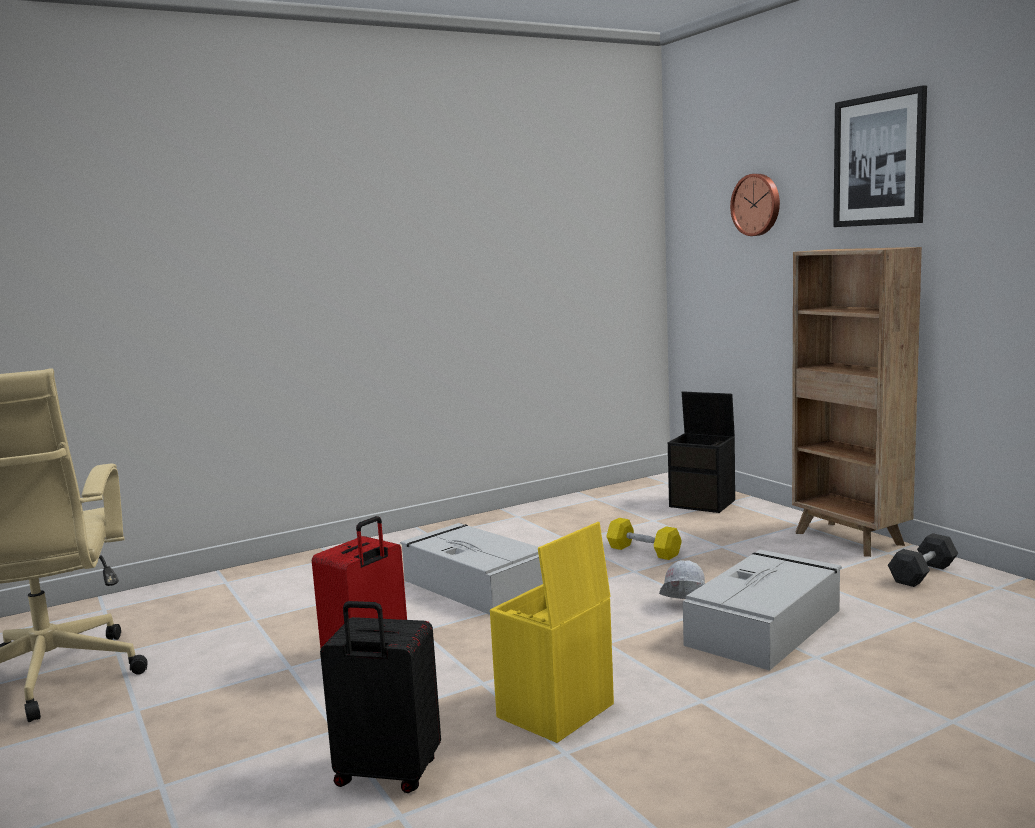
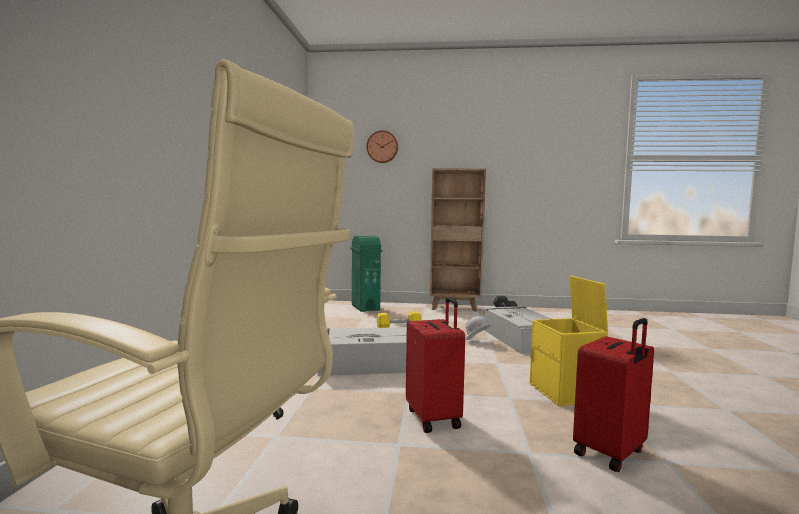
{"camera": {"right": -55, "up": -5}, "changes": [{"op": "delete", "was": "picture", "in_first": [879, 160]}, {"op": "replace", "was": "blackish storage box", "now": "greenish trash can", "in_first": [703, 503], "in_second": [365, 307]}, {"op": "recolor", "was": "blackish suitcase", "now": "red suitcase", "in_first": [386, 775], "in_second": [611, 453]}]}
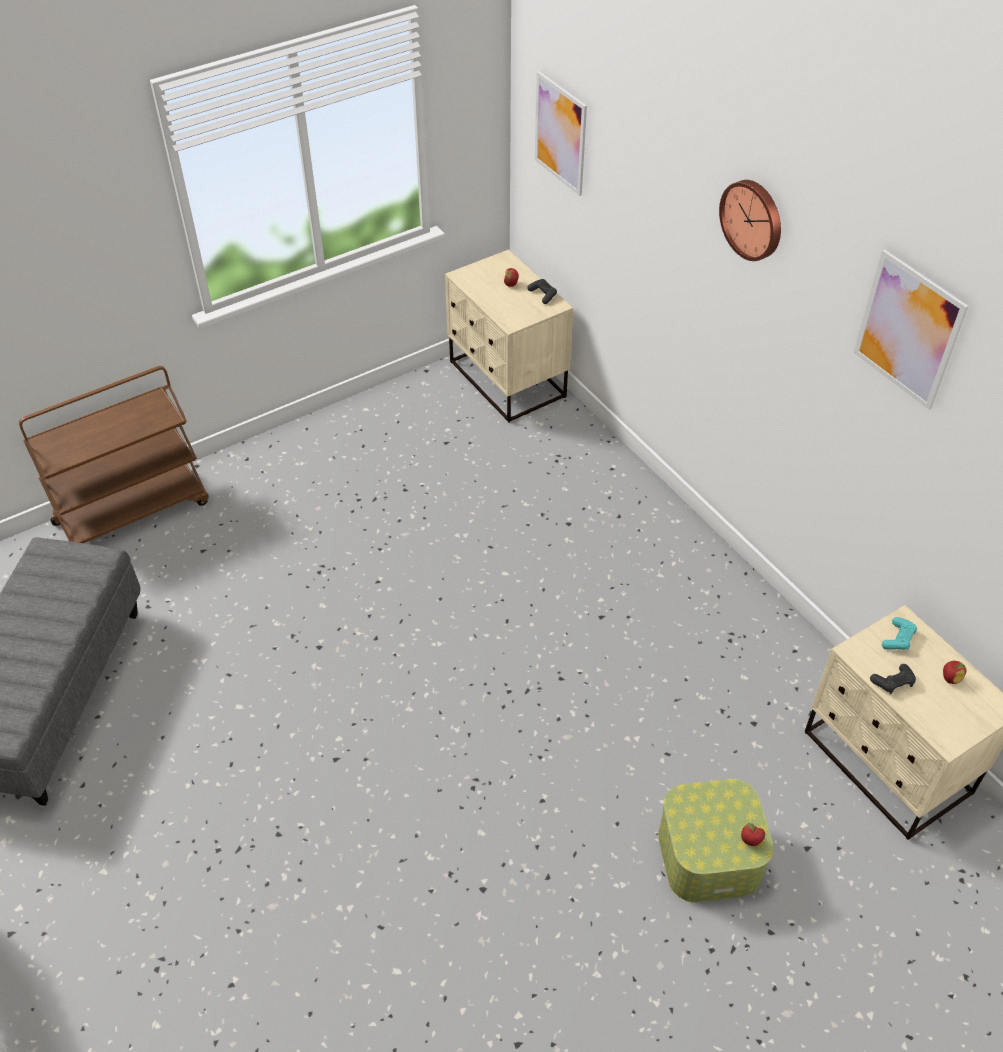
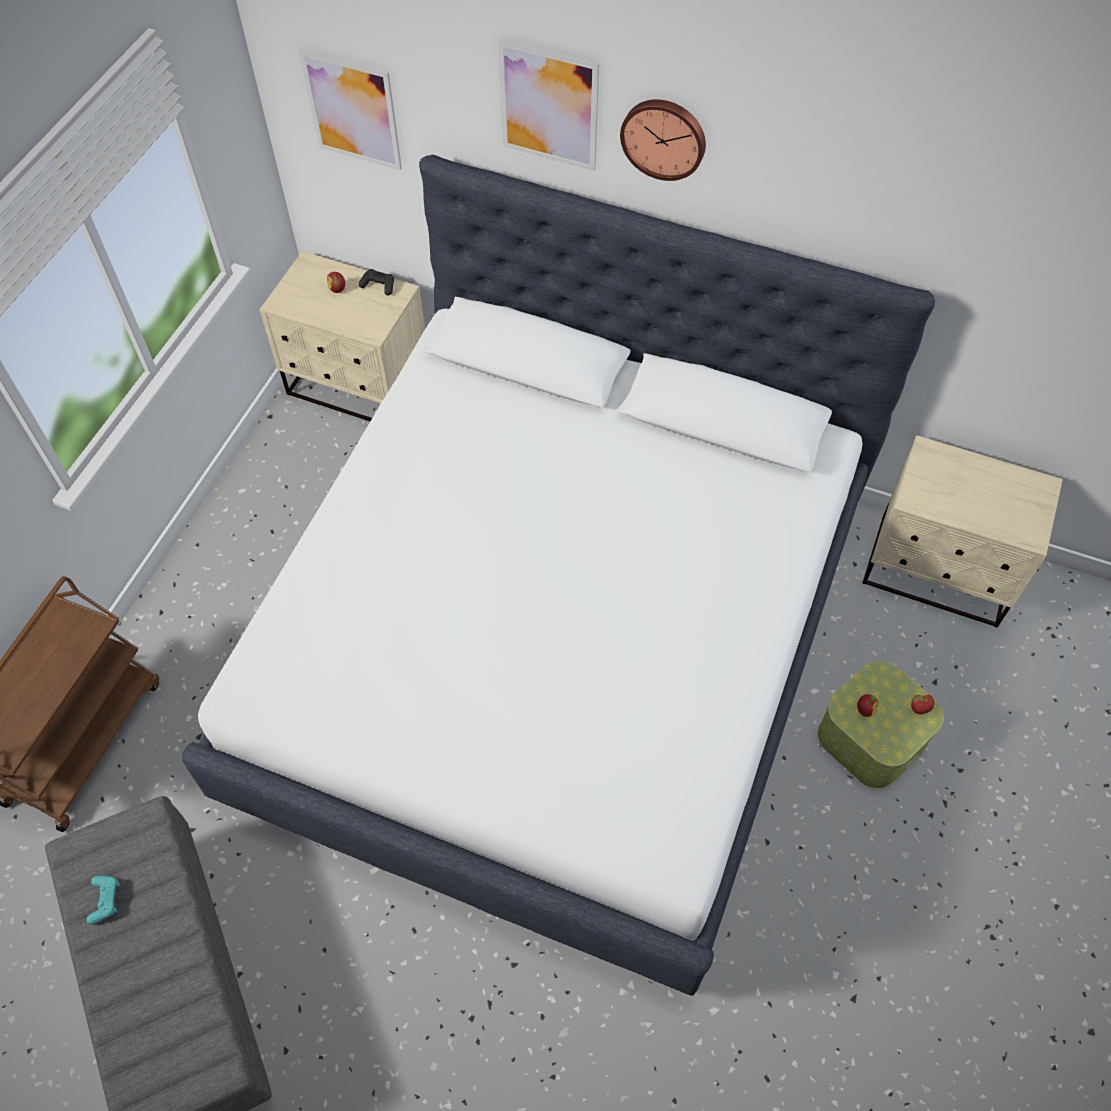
{"camera": {"right": -35, "up": 10}, "changes": [{"op": "move", "was": "picture", "in_first": [908, 330], "in_second": [549, 106]}, {"op": "move", "was": "turquoise joypad", "in_first": [898, 639], "in_second": [105, 900]}, {"op": "move", "was": "apple", "in_first": [950, 678], "in_second": [864, 710]}, {"op": "delete", "was": "blackish joypad", "in_first": [893, 682]}, {"op": "insert", "now": "whitish sleeping bed", "in_second": [556, 642]}]}
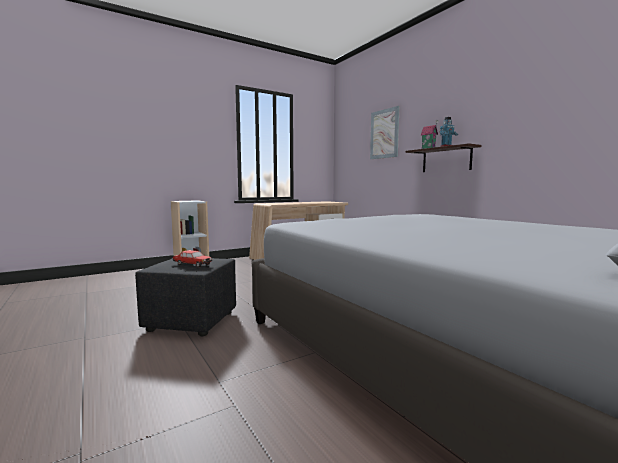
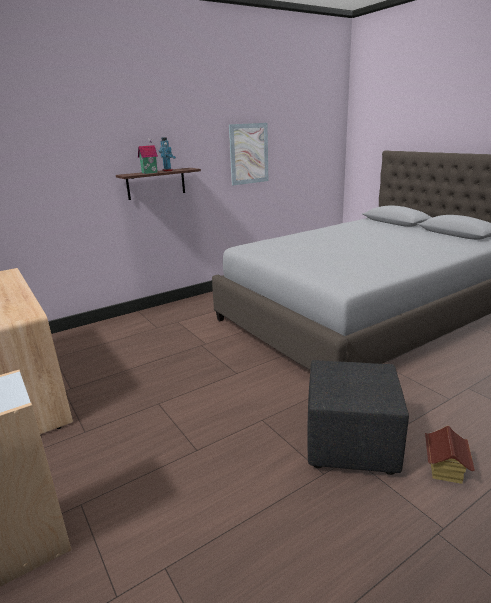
{"camera": {"right": -90, "up": 15}, "changes": [{"op": "move", "was": "picture", "in_first": [384, 134], "in_second": [249, 154]}, {"op": "delete", "was": "toy car", "in_first": [192, 264]}, {"op": "insert", "now": "toy house", "in_second": [444, 469]}]}
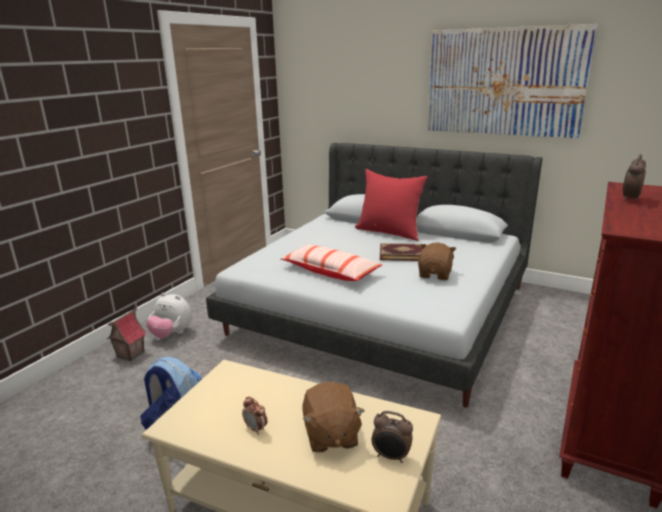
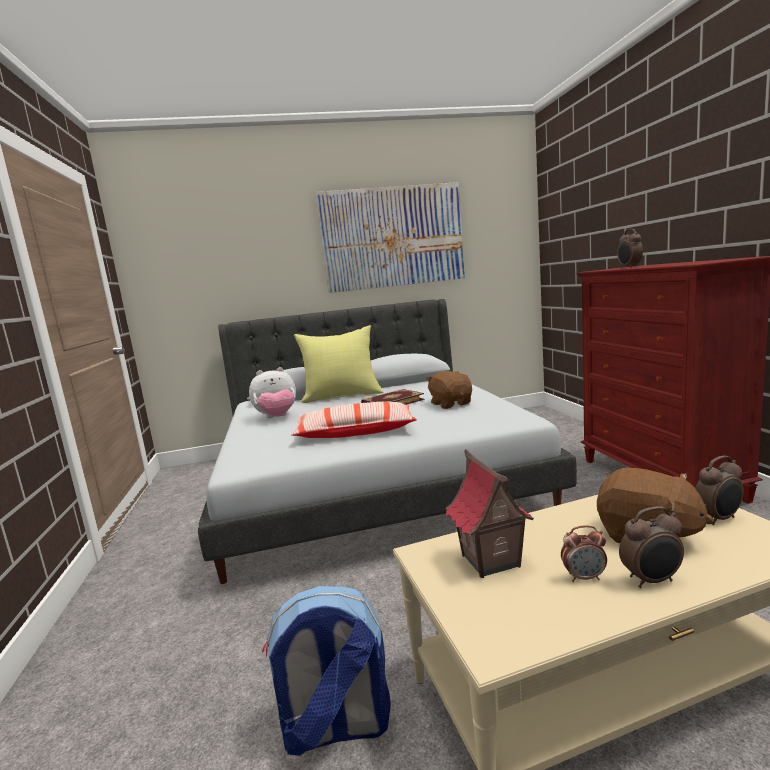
{"camera": {"right": -40, "up": -10}, "changes": [{"op": "recolor", "was": "red throw pillow", "now": "yellow throw pillow", "in_first": [389, 232], "in_second": [342, 396]}, {"op": "move", "was": "soft toy", "in_first": [172, 334], "in_second": [277, 417]}, {"op": "move", "was": "toy house", "in_first": [130, 354], "in_second": [490, 561]}, {"op": "insert", "now": "table clock", "in_second": [652, 580]}]}
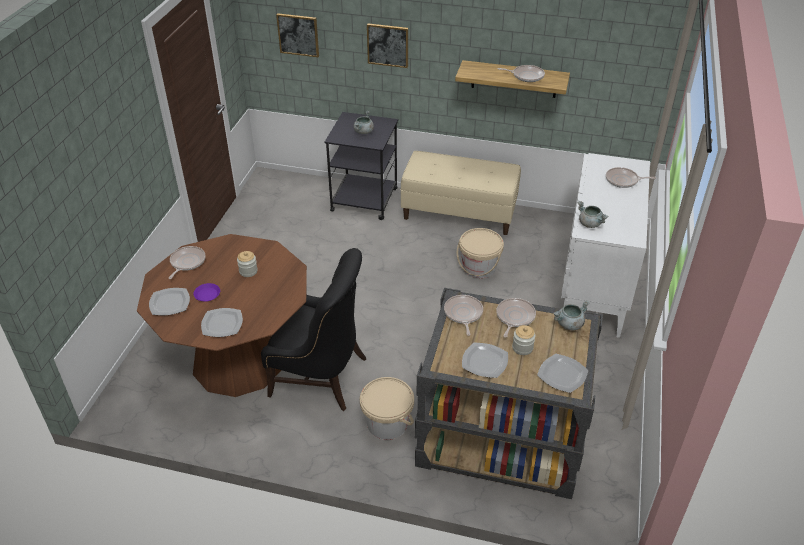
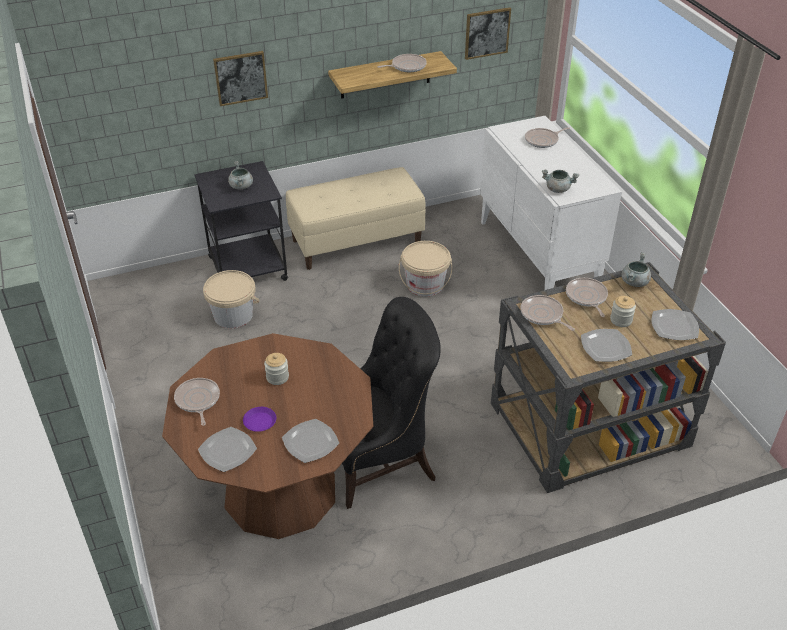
{"camera": {"right": -35, "up": 0}, "changes": [{"op": "move", "was": "picture", "in_first": [298, 34], "in_second": [487, 33]}, {"op": "move", "was": "beige-coloured pail", "in_first": [387, 423], "in_second": [233, 315]}]}
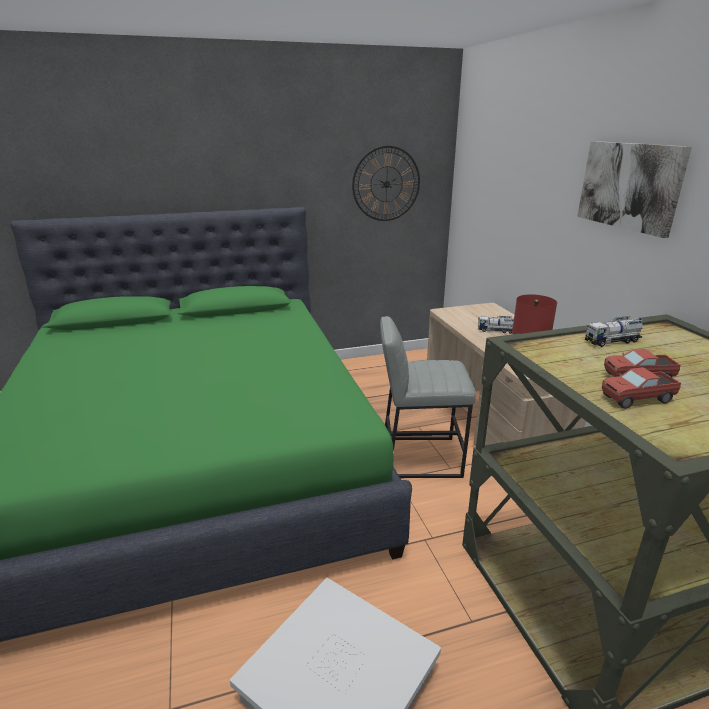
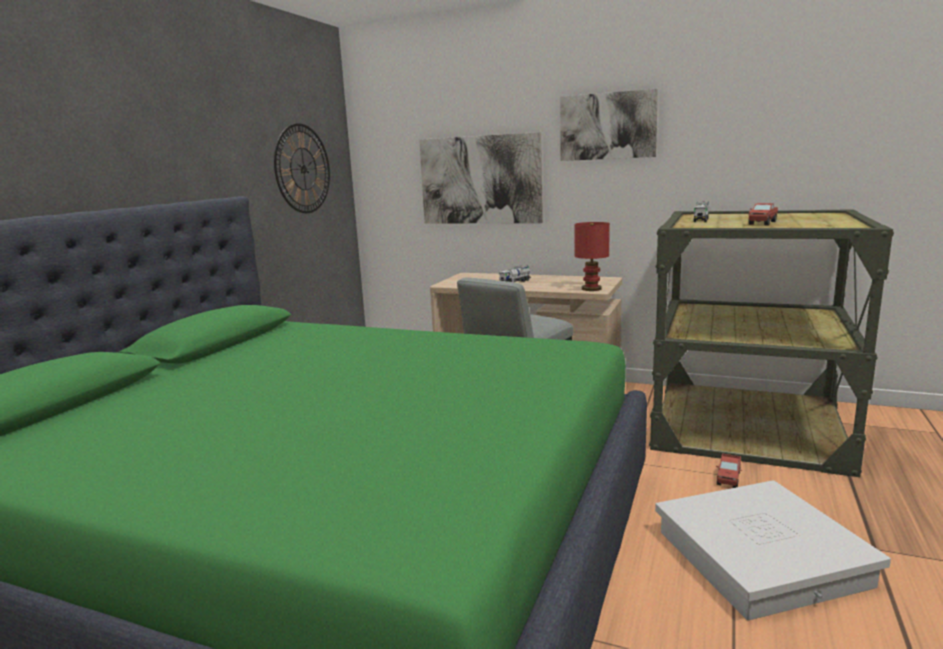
{"camera": {"right": -50, "up": -10}, "changes": [{"op": "move", "was": "model truck", "in_first": [637, 399], "in_second": [728, 478]}, {"op": "insert", "now": "picture", "in_second": [480, 180]}]}
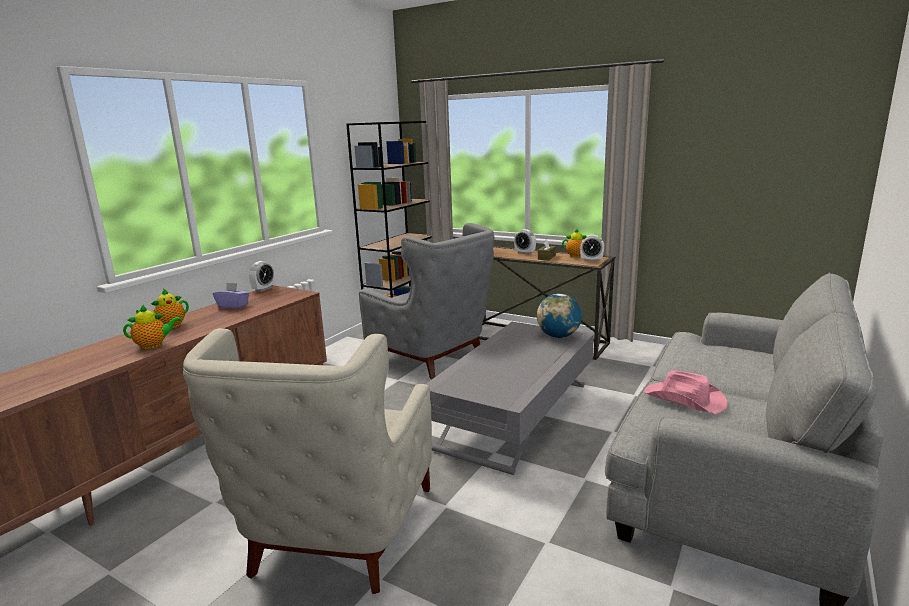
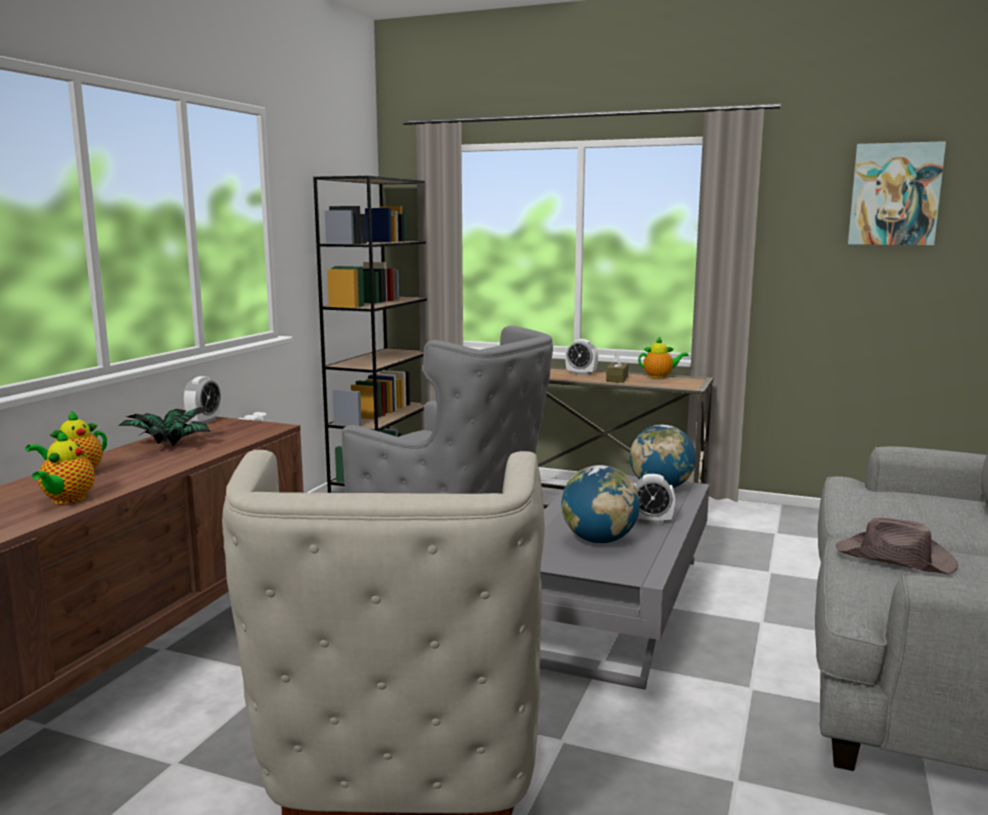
{"camera": {"right": -10, "up": -5}, "changes": [{"op": "move", "was": "table clock", "in_first": [591, 260], "in_second": [651, 521]}, {"op": "replace", "was": "purple-coloured box of tissues", "now": "houseplant", "in_first": [233, 306], "in_second": [168, 444]}, {"op": "rotate", "was": "tea pot", "in_first": [154, 345], "in_second": [67, 500], "clockwise": 120}, {"op": "recolor", "was": "pinkish clothing hat", "now": "brown-coloured clothing hat", "in_first": [685, 399], "in_second": [896, 559]}, {"op": "insert", "now": "picture", "in_second": [895, 194]}, {"op": "insert", "now": "globe", "in_second": [599, 540]}]}
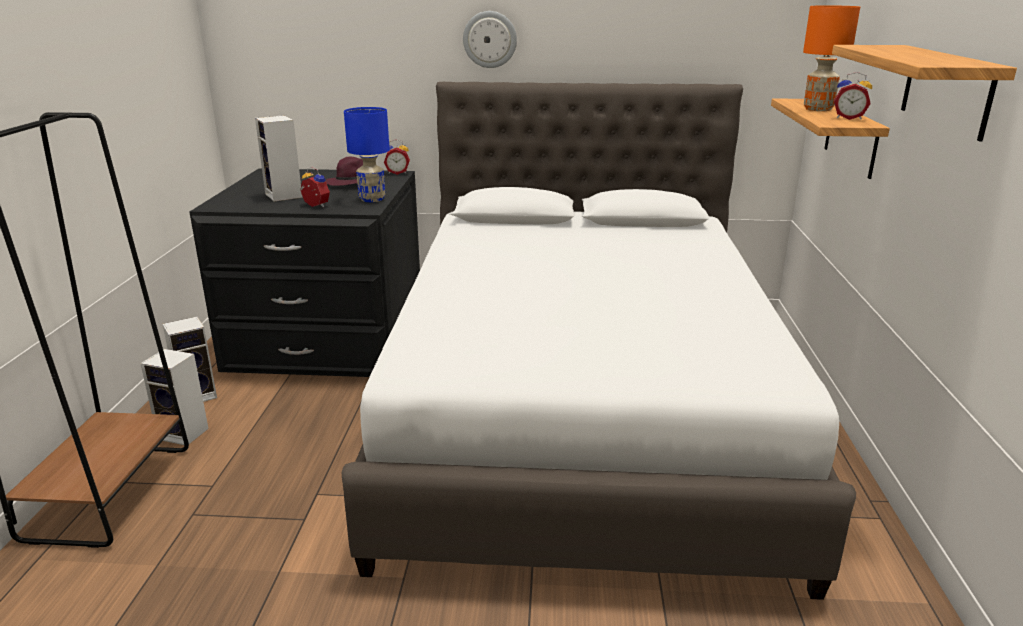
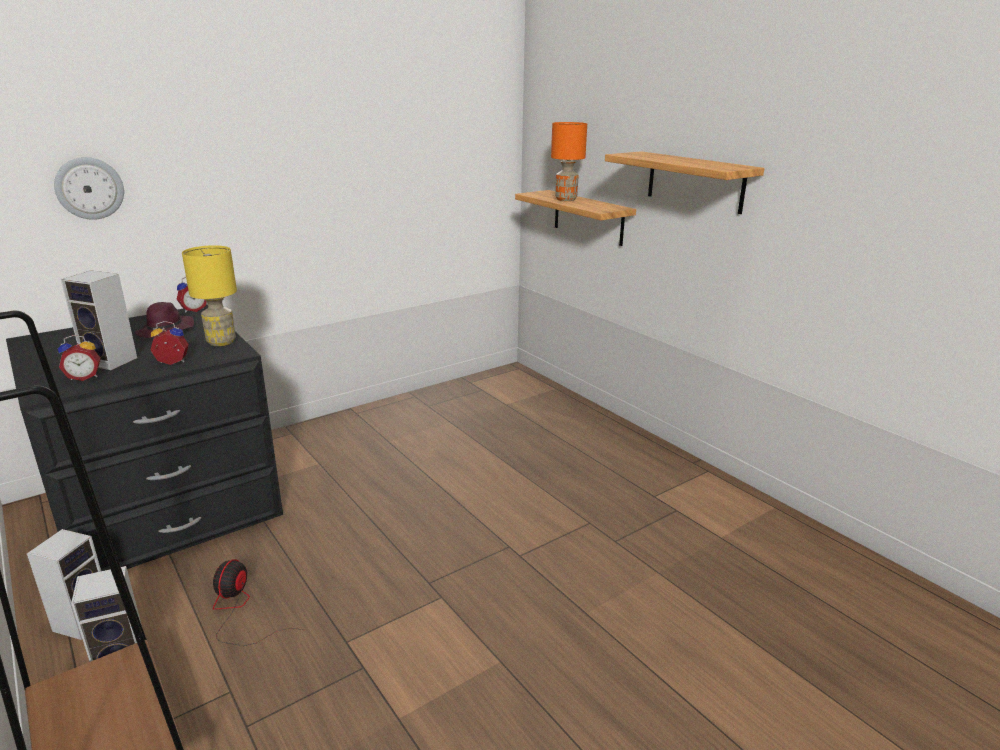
{"camera": {"right": -40, "up": 0}, "changes": [{"op": "move", "was": "clock on the wall", "in_first": [490, 39], "in_second": [89, 188]}, {"op": "move", "was": "table clock", "in_first": [848, 118], "in_second": [84, 377]}, {"op": "delete", "was": "whitish sleeping bed", "in_first": [582, 412]}, {"op": "recolor", "was": "blue lamp for a table", "now": "yellow lamp for a table", "in_first": [372, 199], "in_second": [221, 342]}, {"op": "insert", "now": "cooling fan", "in_second": [240, 611]}]}
